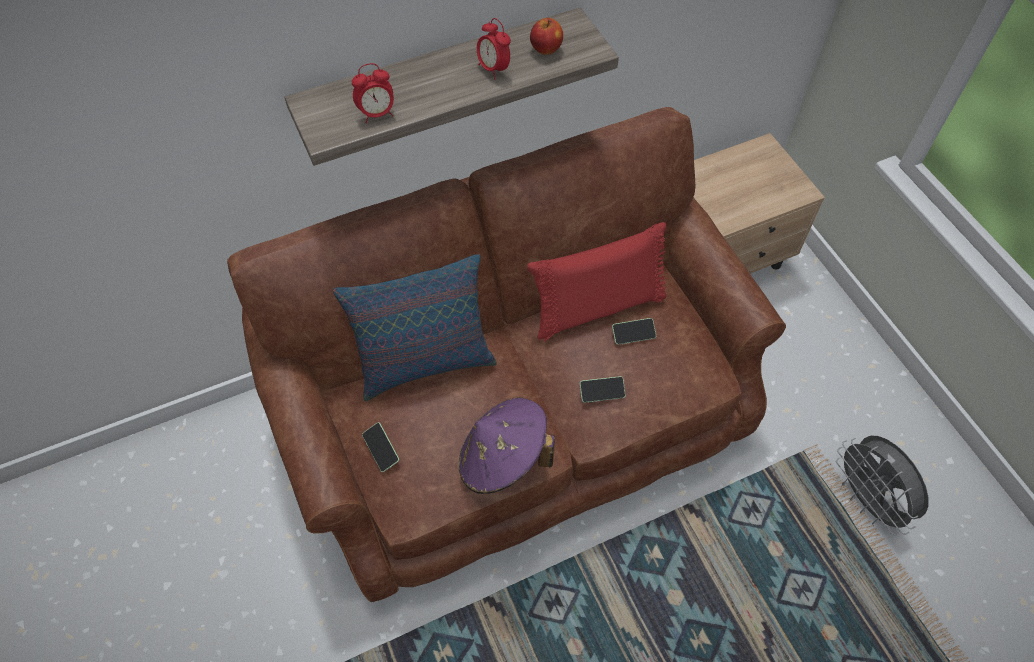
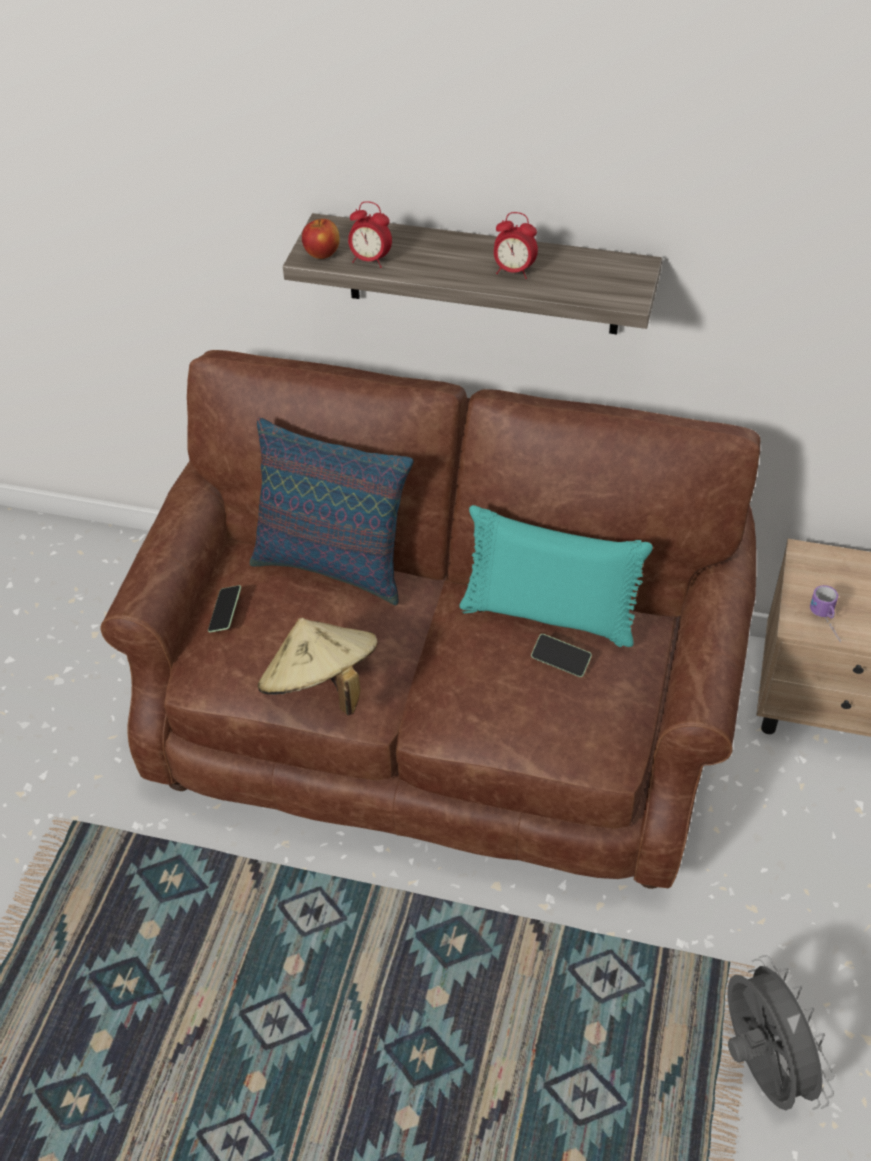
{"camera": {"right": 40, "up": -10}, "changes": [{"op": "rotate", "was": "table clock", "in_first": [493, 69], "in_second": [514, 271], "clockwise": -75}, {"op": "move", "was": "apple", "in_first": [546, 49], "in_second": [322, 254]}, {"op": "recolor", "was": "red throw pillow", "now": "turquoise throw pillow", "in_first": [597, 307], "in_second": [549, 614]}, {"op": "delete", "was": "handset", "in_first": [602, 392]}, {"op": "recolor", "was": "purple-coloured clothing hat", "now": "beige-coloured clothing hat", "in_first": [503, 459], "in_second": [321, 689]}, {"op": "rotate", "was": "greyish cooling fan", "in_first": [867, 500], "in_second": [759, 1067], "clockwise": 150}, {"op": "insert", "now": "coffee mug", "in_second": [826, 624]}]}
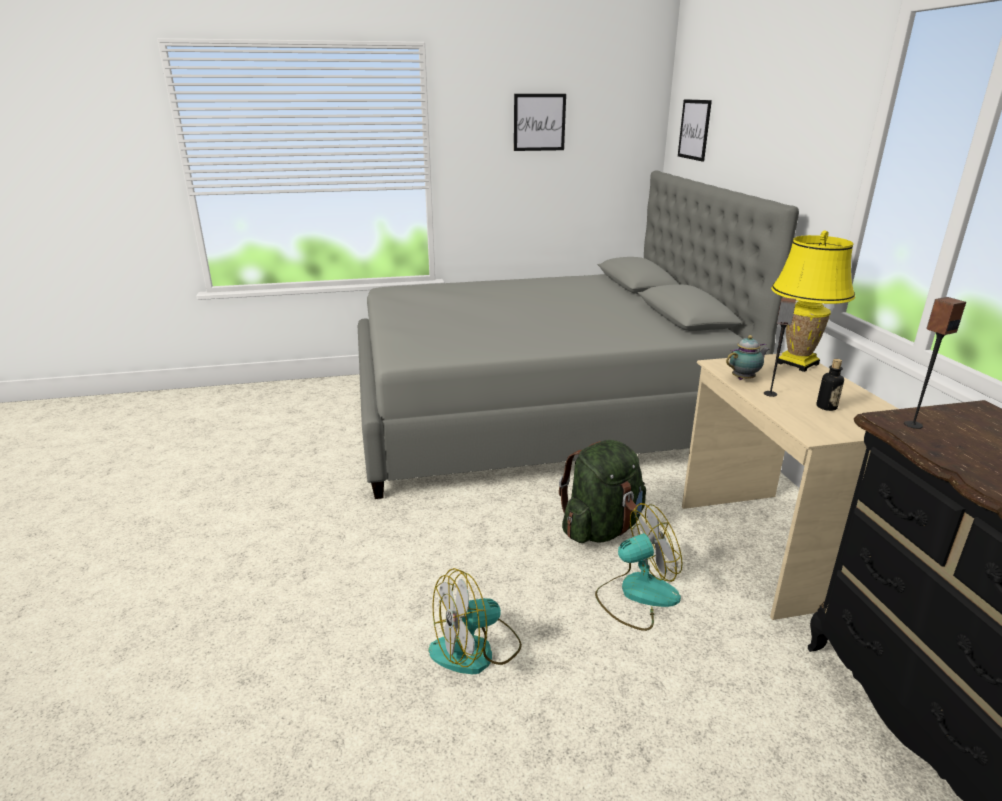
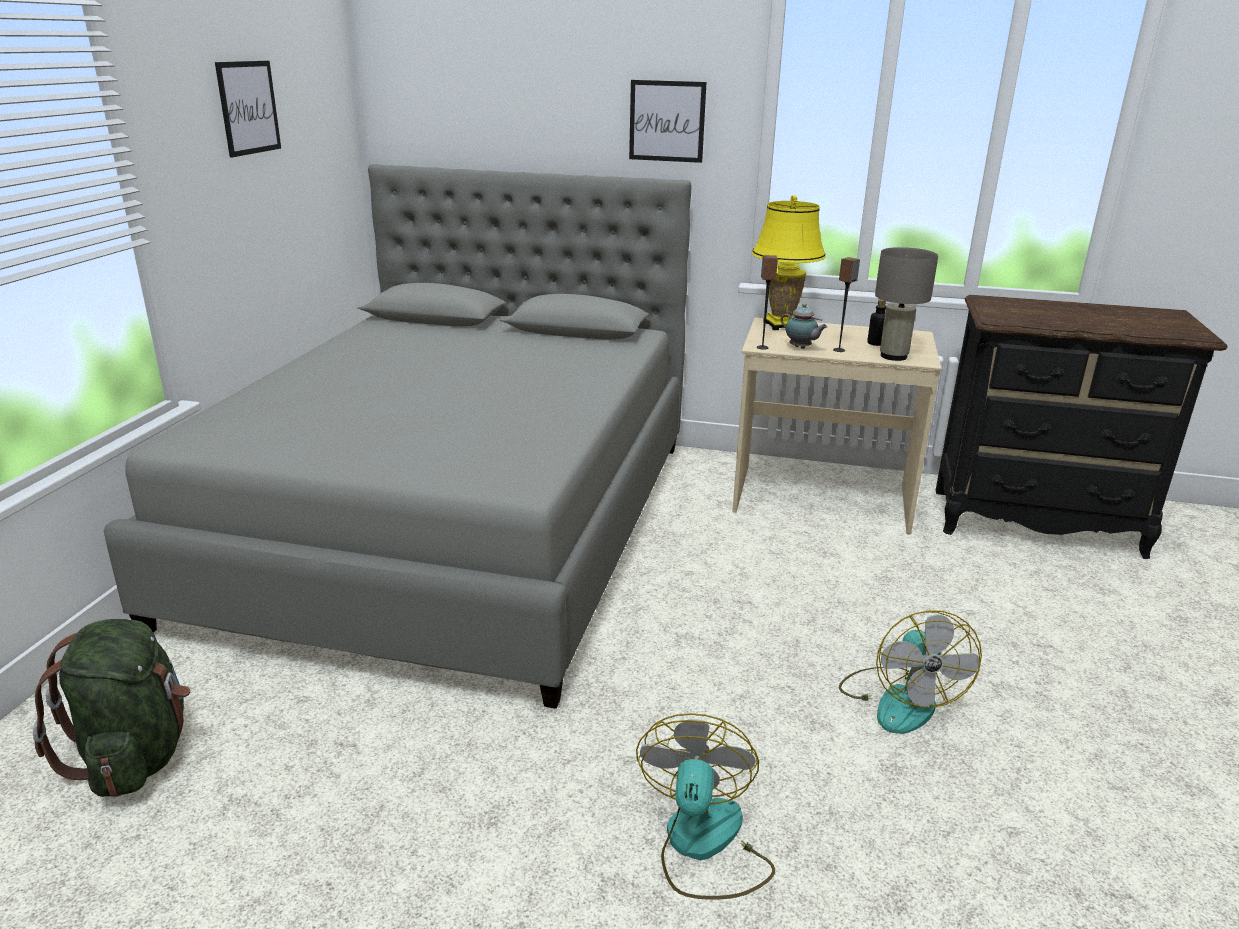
{"camera": {"right": -65, "up": 0}, "changes": [{"op": "move", "was": "picture", "in_first": [694, 129], "in_second": [667, 121]}, {"op": "move", "was": "speaker", "in_first": [912, 424], "in_second": [762, 347]}, {"op": "rotate", "was": "tea pot", "in_first": [744, 379], "in_second": [801, 348], "clockwise": 135}, {"op": "move", "was": "greenish rucksack", "in_first": [601, 528], "in_second": [135, 756]}, {"op": "move", "was": "cooling fan", "in_first": [636, 595], "in_second": [703, 846]}, {"op": "insert", "now": "greyish lamp for a table", "in_second": [893, 356]}]}
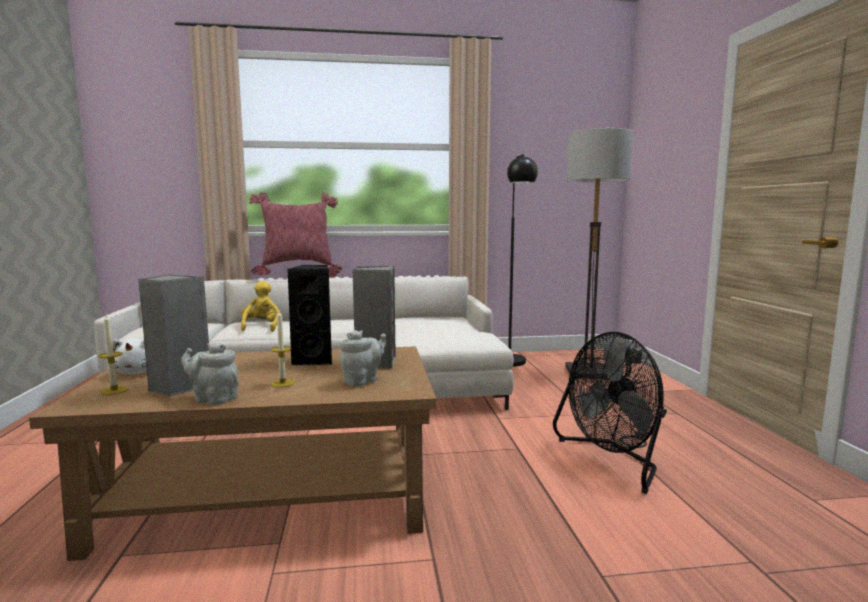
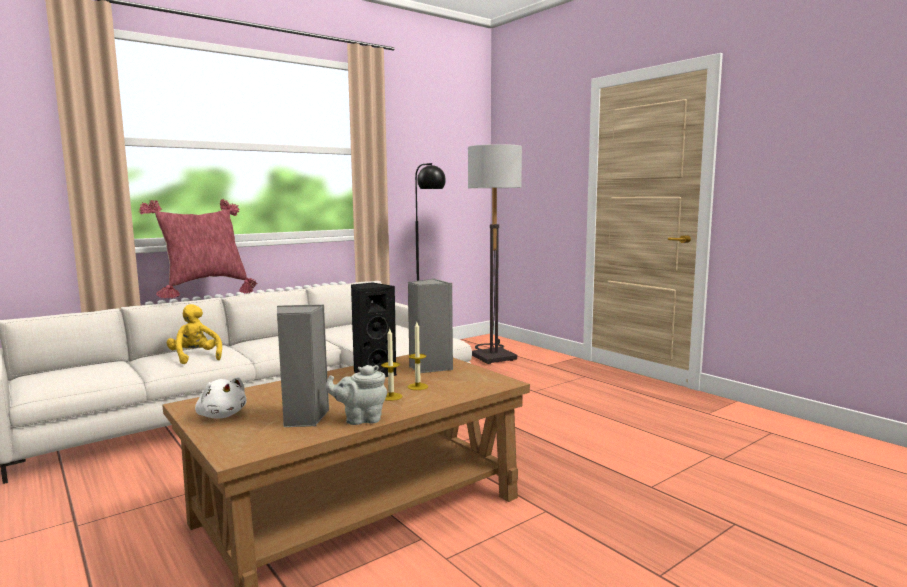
{"camera": {"right": -30, "up": 0}, "changes": [{"op": "move", "was": "wax light", "in_first": [114, 390], "in_second": [417, 386]}, {"op": "delete", "was": "greyish tea pot", "in_first": [363, 381]}, {"op": "delete", "was": "blackish cooling fan", "in_first": [614, 457]}]}
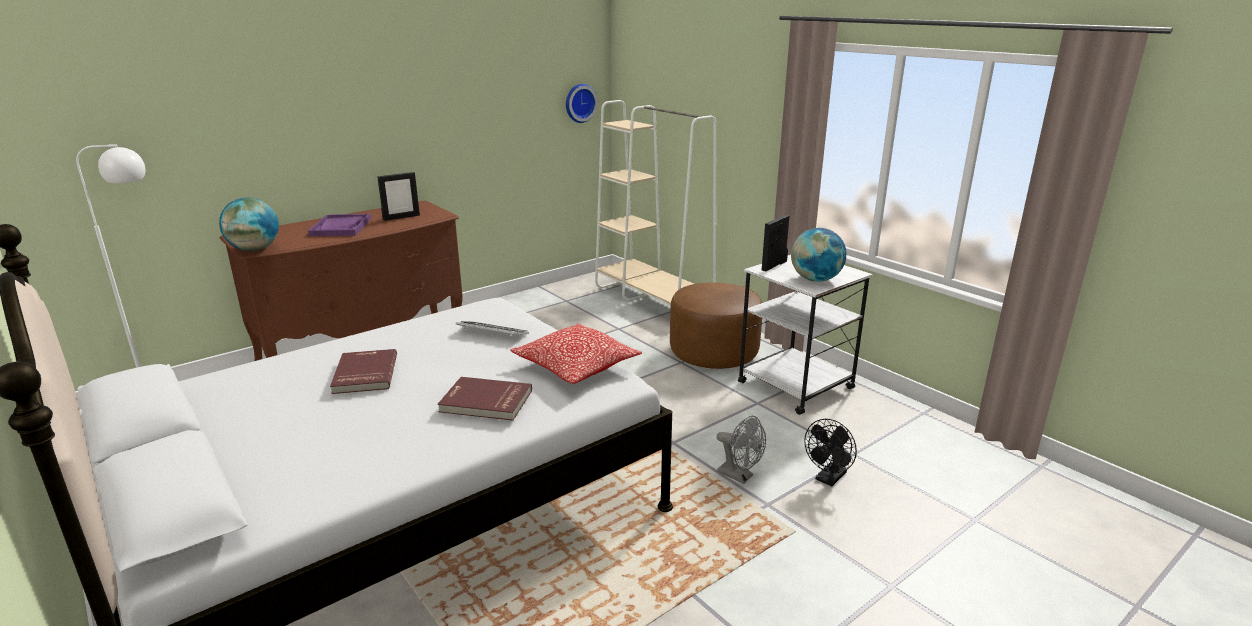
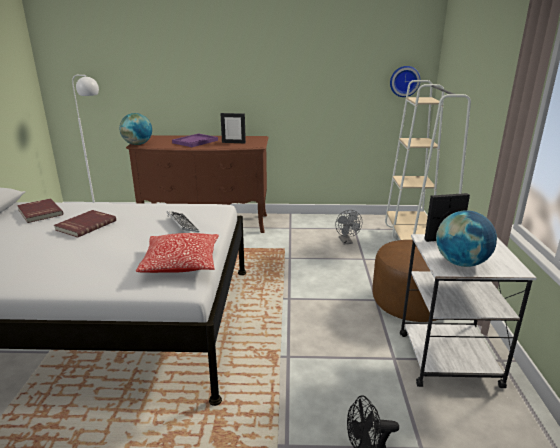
{"camera": {"right": 40, "up": 0}, "changes": [{"op": "move", "was": "red volume", "in_first": [485, 402], "in_second": [39, 212]}, {"op": "move", "was": "greyish cooling fan", "in_first": [740, 476], "in_second": [346, 242]}]}
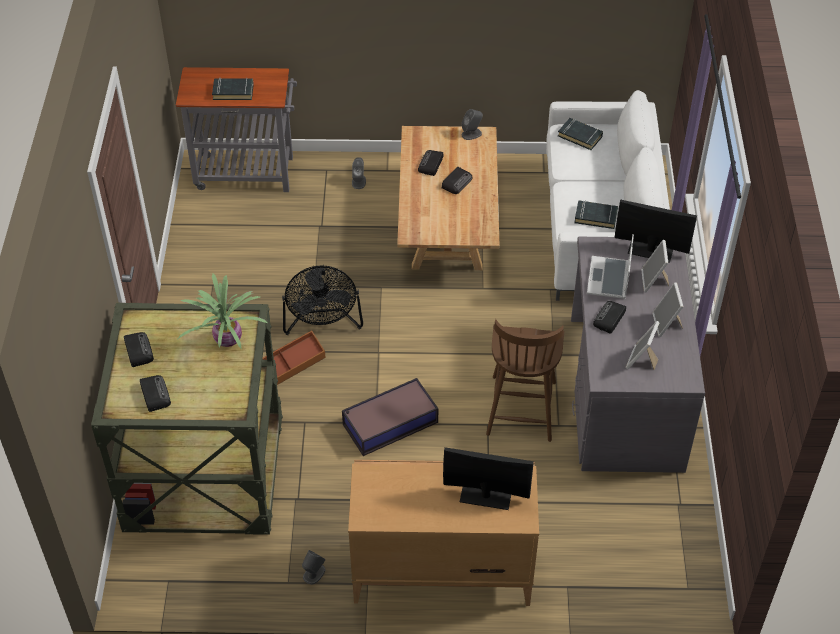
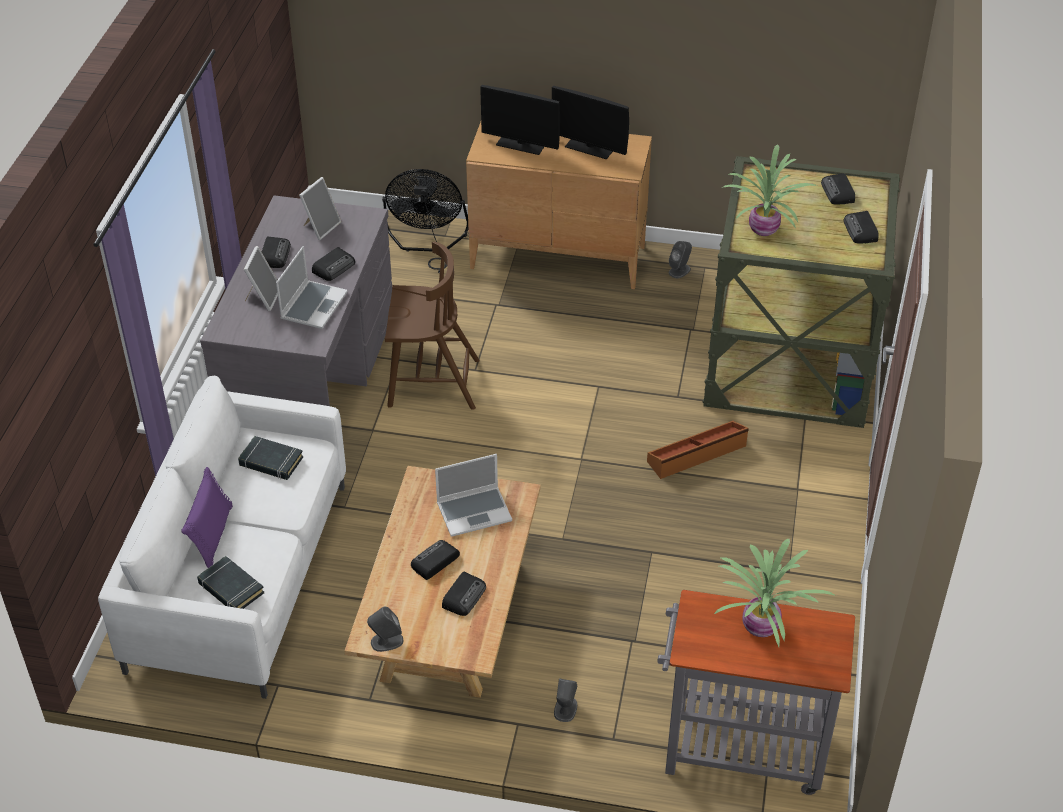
{"camera": {"right": -170, "up": -5}, "changes": [{"op": "replace", "was": "blackish volume", "now": "houseplant", "in_first": [233, 91], "in_second": [762, 628]}, {"op": "move", "was": "computer screen", "in_first": [650, 251], "in_second": [590, 147]}, {"op": "move", "was": "blackish cooling fan", "in_first": [319, 320], "in_second": [428, 244]}, {"op": "replace", "was": "photo frame", "now": "radio receiver", "in_first": [667, 324], "in_second": [275, 255]}, {"op": "rotate", "was": "brown-coloured upright chair", "in_first": [521, 405], "in_second": [431, 383], "clockwise": 75}, {"op": "delete", "was": "storage box", "in_first": [389, 423]}, {"op": "insert", "now": "notebook computer", "in_second": [474, 511]}, {"op": "insert", "now": "purple-coloured throw pillow", "in_second": [211, 535]}]}
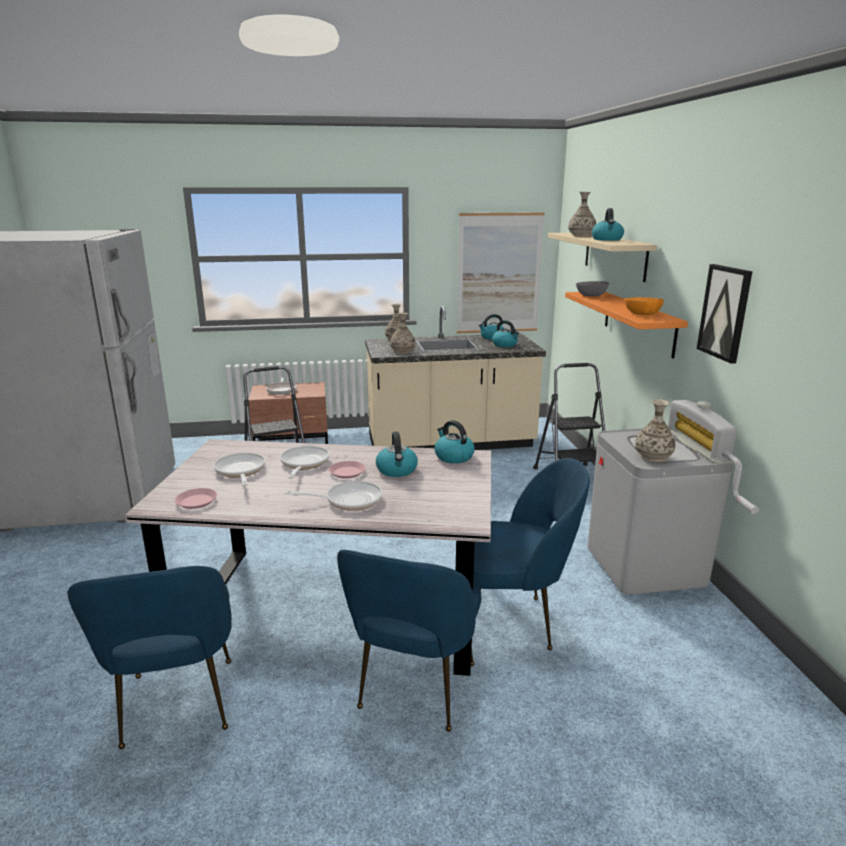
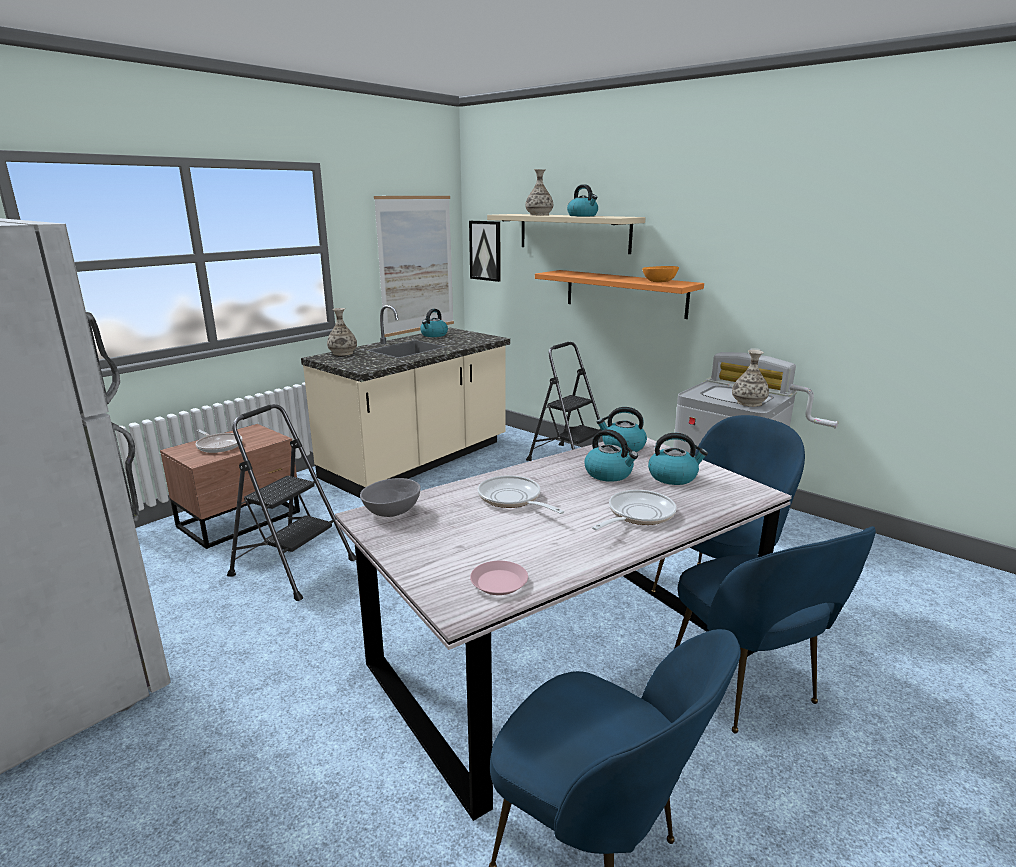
{"camera": {"right": -40, "up": 0}, "changes": [{"op": "move", "was": "picture", "in_first": [725, 312], "in_second": [485, 250]}, {"op": "move", "was": "greyish serving bowl", "in_first": [592, 296], "in_second": [393, 511]}, {"op": "delete", "was": "flower vase", "in_first": [402, 351]}, {"op": "move", "was": "water kettle", "in_first": [505, 344], "in_second": [673, 477]}, {"op": "delete", "was": "pan", "in_first": [240, 471]}, {"op": "delete", "was": "pinkish flat dish", "in_first": [347, 472]}]}
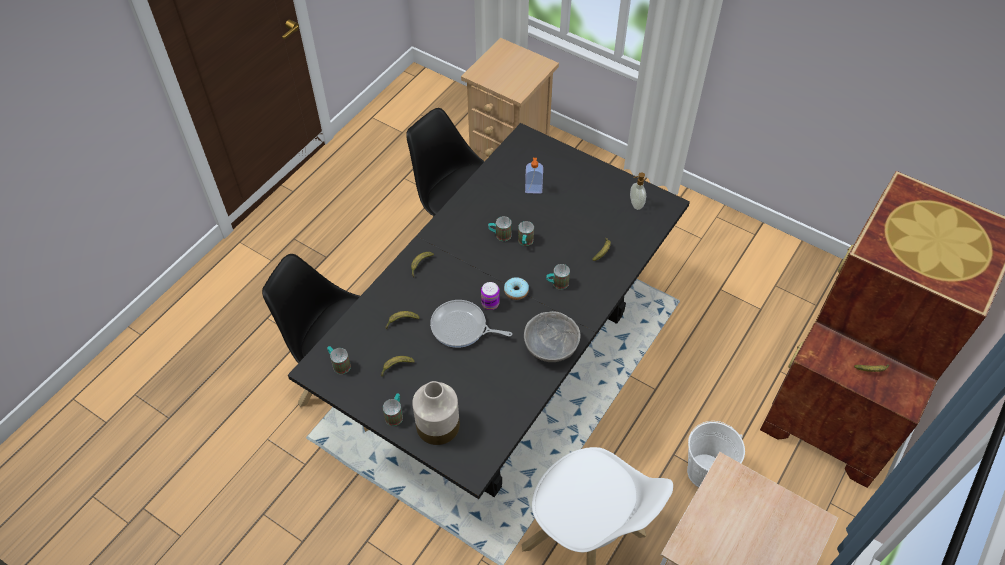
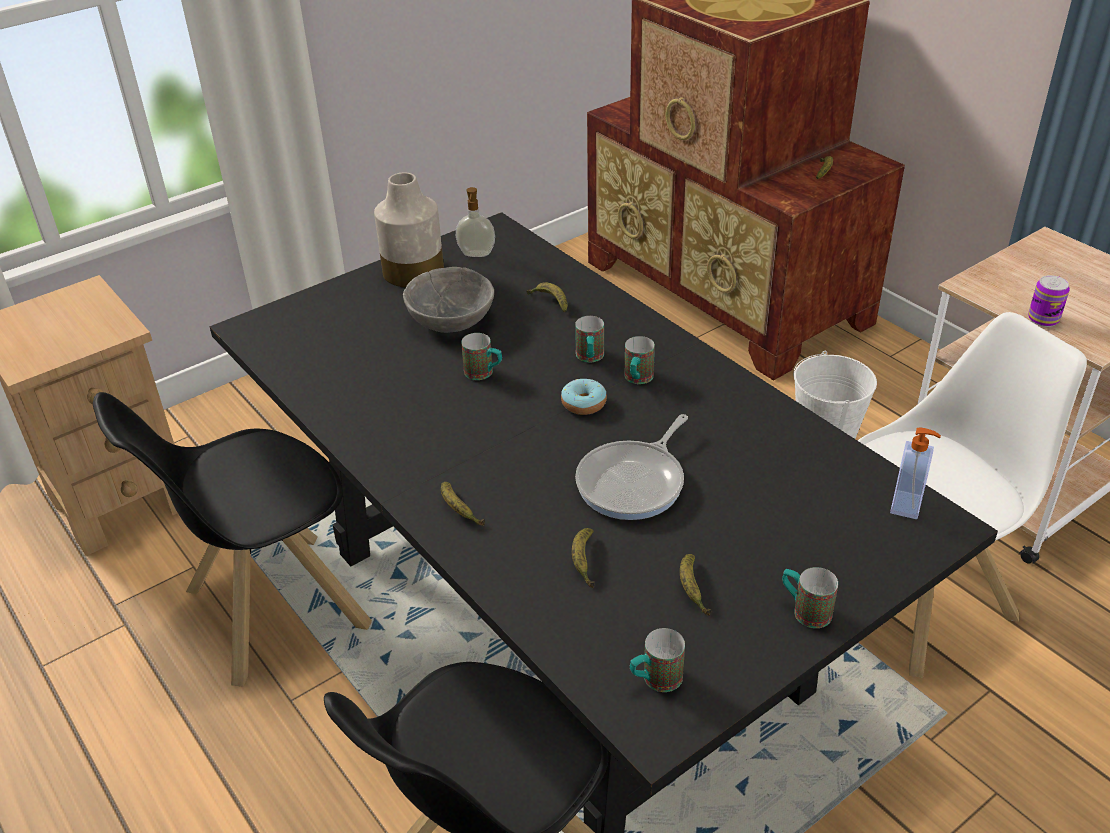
{"camera": {"right": -70, "up": -15}, "changes": [{"op": "move", "was": "liquid soap bottle", "in_first": [533, 189], "in_second": [907, 505]}, {"op": "move", "was": "coffee mug", "in_first": [499, 235], "in_second": [637, 379]}, {"op": "move", "was": "sealed can", "in_first": [490, 303], "in_second": [1043, 319]}, {"op": "move", "was": "greyish serving bowl", "in_first": [551, 346], "in_second": [451, 319]}, {"op": "move", "was": "beige-coloured flower vase", "in_first": [437, 424], "in_second": [412, 271]}]}
